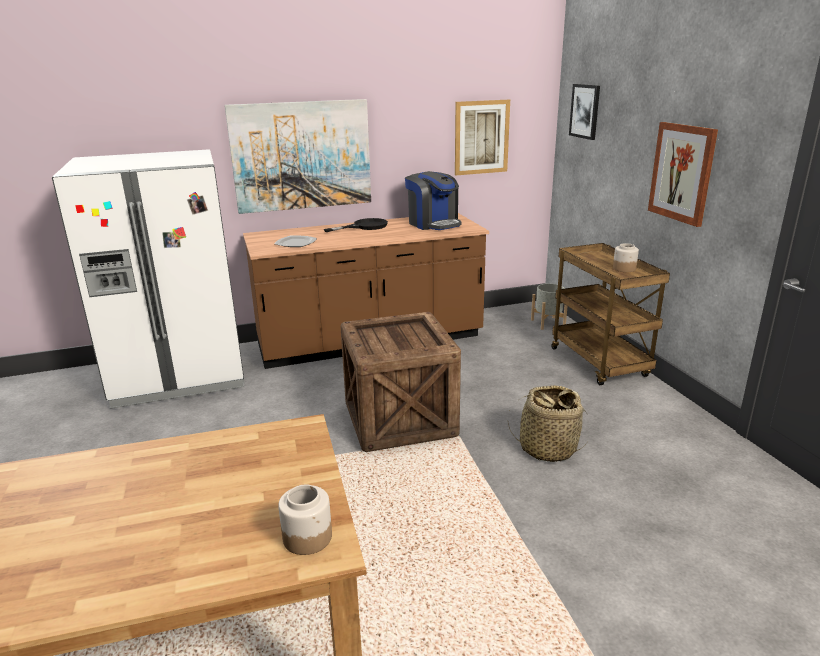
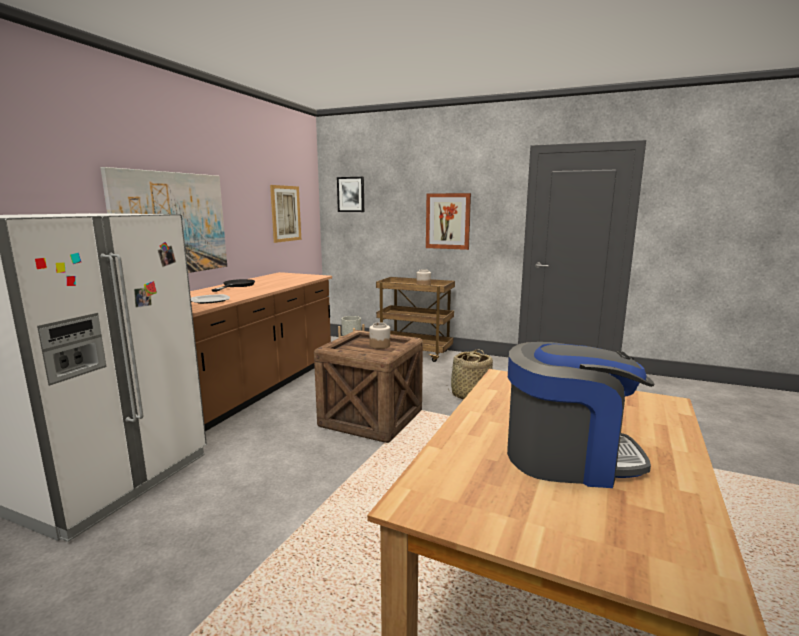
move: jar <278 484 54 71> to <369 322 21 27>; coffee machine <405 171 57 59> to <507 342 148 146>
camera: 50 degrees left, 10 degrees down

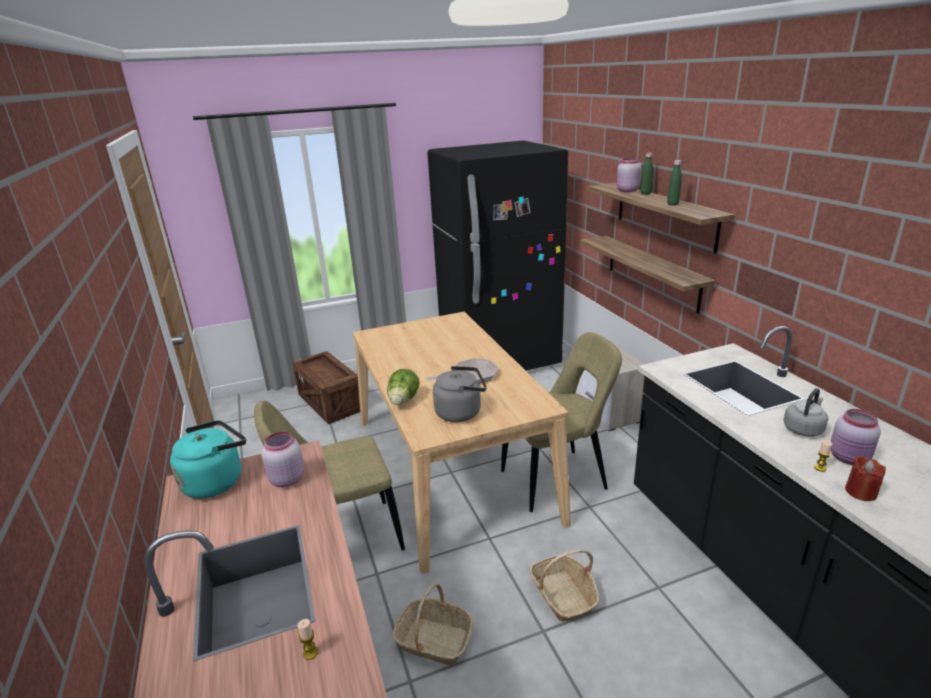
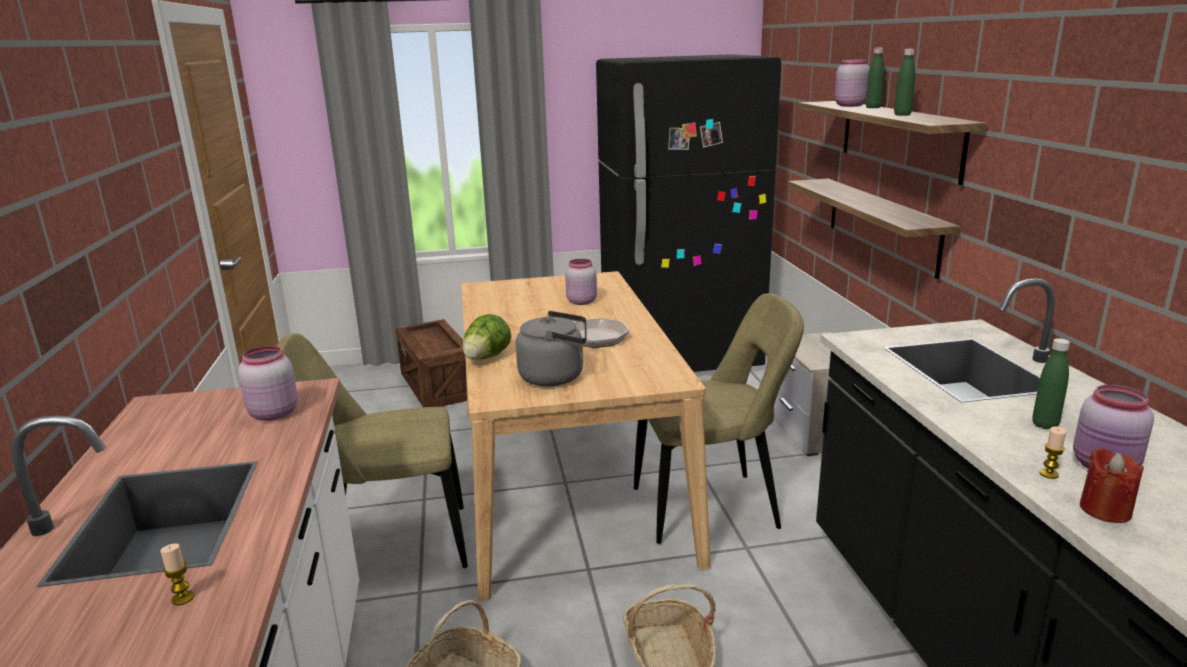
delete: turquoise kettle <170 420 76 79>
insert: pink jar <565 259 32 46>
replace: grey kettle <783 388 45 49> to green bottle <1032 338 38 91>
camera: 10 degrees right, 5 degrees down

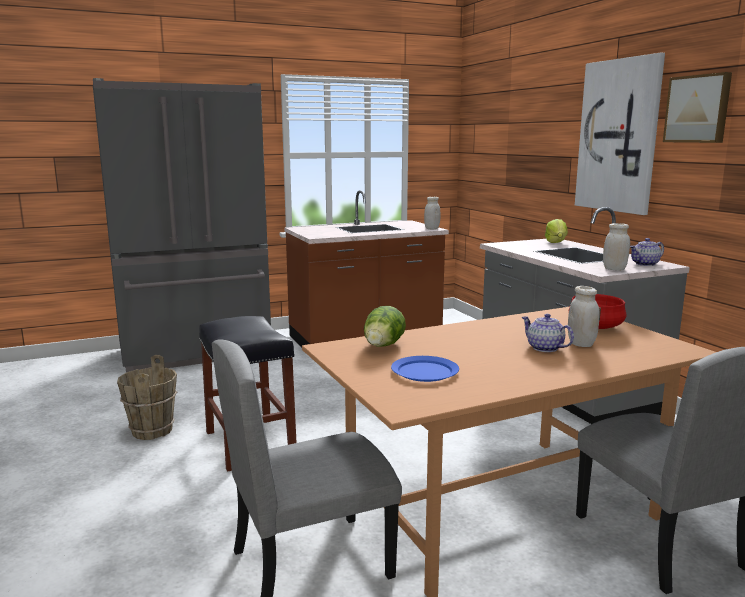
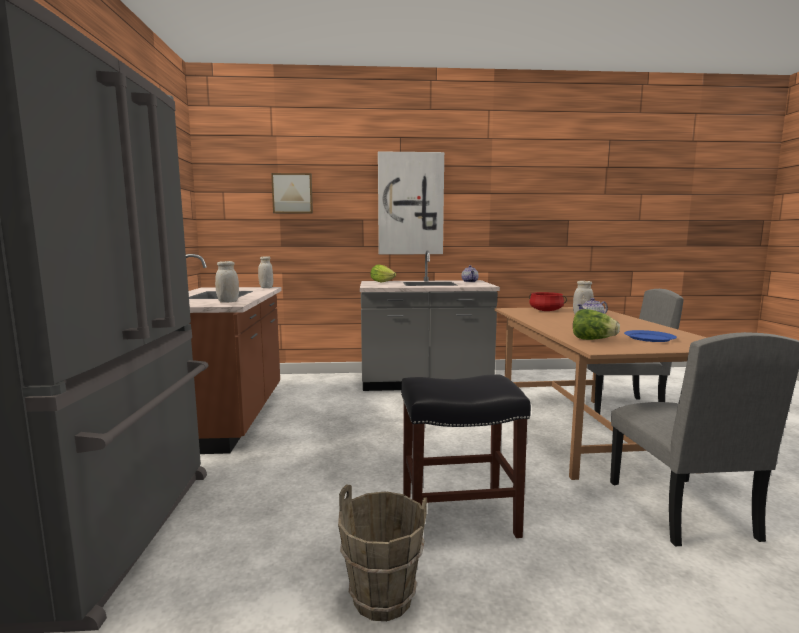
move: white jar <603 223 27 48> to <215 261 24 42>; picture <663 72 69 71> to <271 173 42 40>
camera: 70 degrees left, 5 degrees down

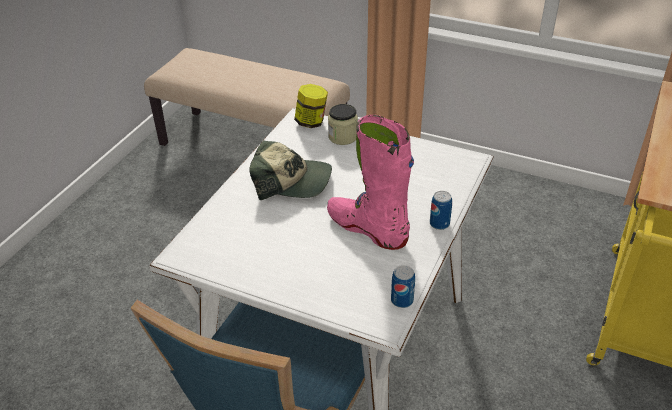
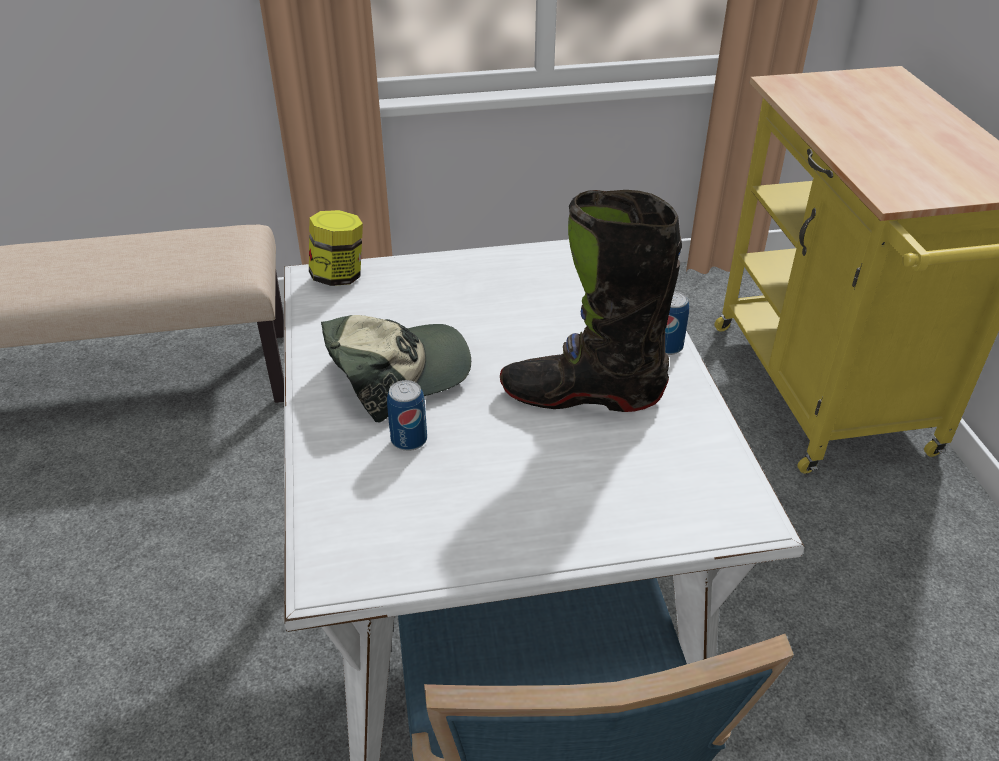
delete: jar <328 104 30 41>
move: can <391 265 24 43> to <387 380 40 71>
recolor: pink boot <327 115 87 135> to black boot <500 190 182 222>
camera: 35 degrees left, 0 degrees up

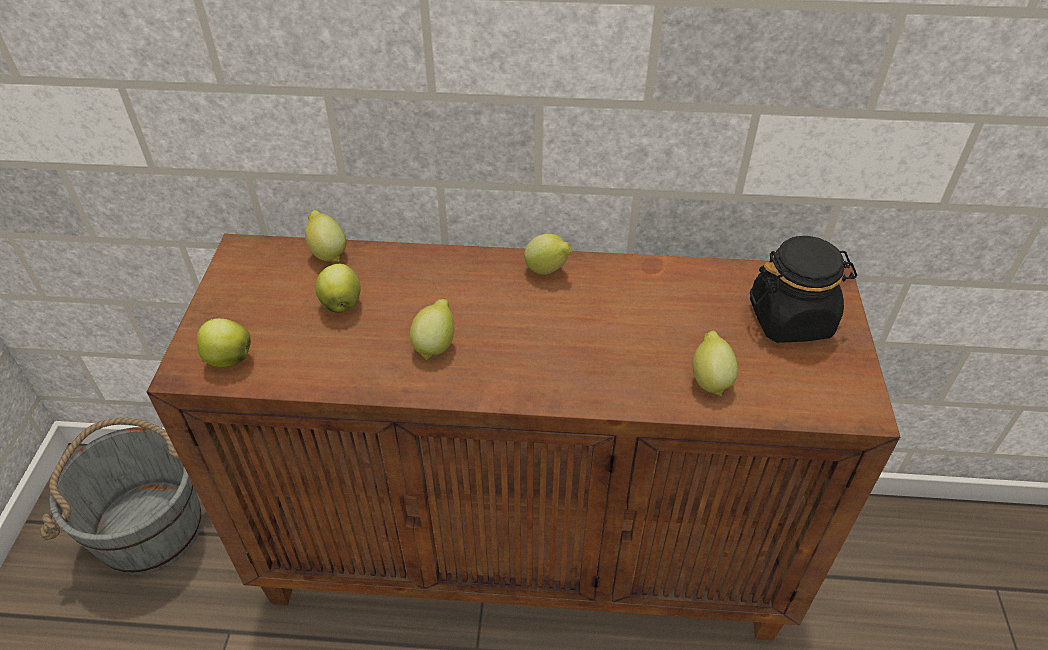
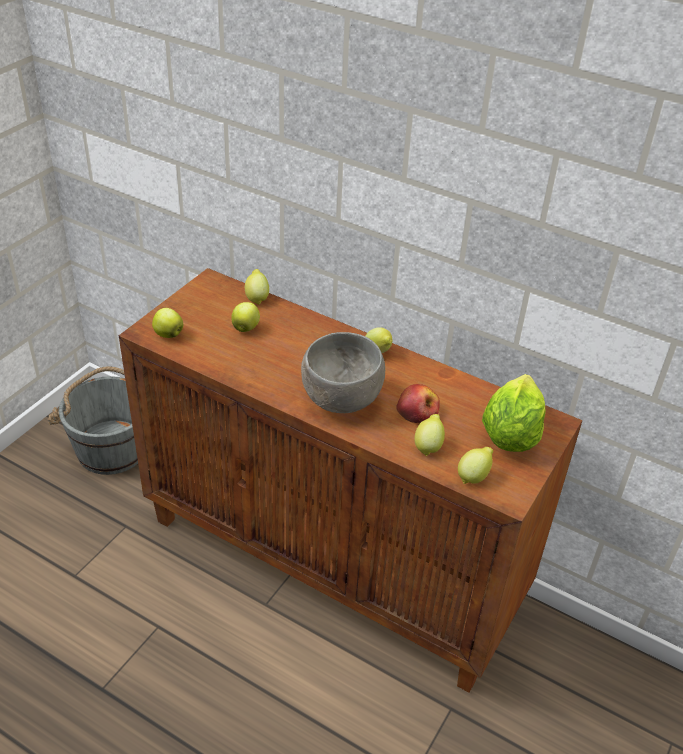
insert: grey bowl <301 332 84 81>; apple <396 384 44 39>
move: lemon <410 299 45 61> to <458 447 35 37>
replace: black jar <750 236 107 107> to lettuce <482 374 64 78>
camera: 25 degrees right, 5 degrees down

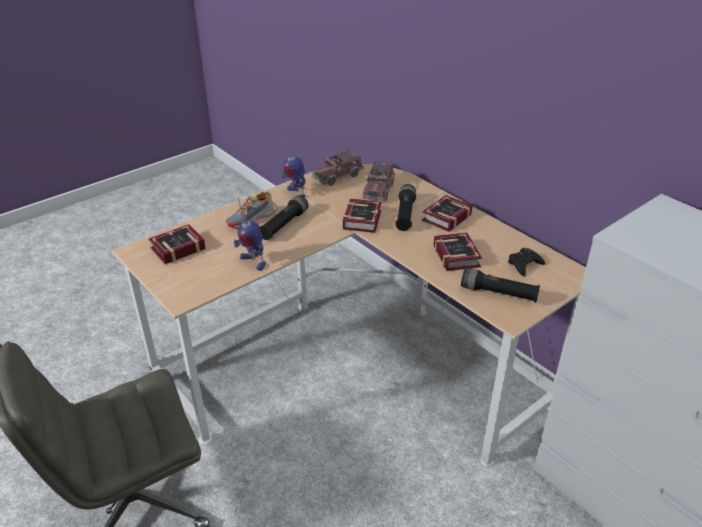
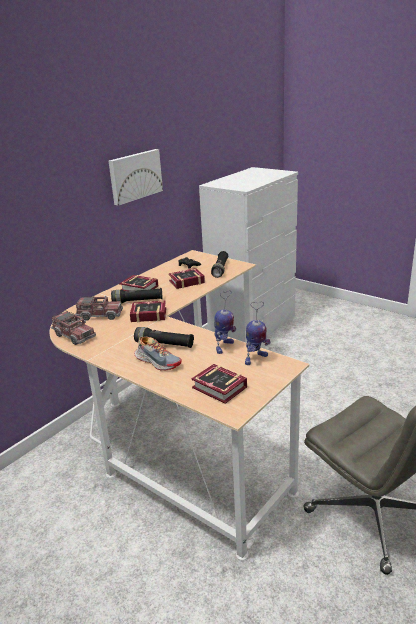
insert: picture <108 149 55 57>
move: toy robot <282 133 24 64> to <245 302 25 63>
camera: 100 degrees left, 10 degrees down

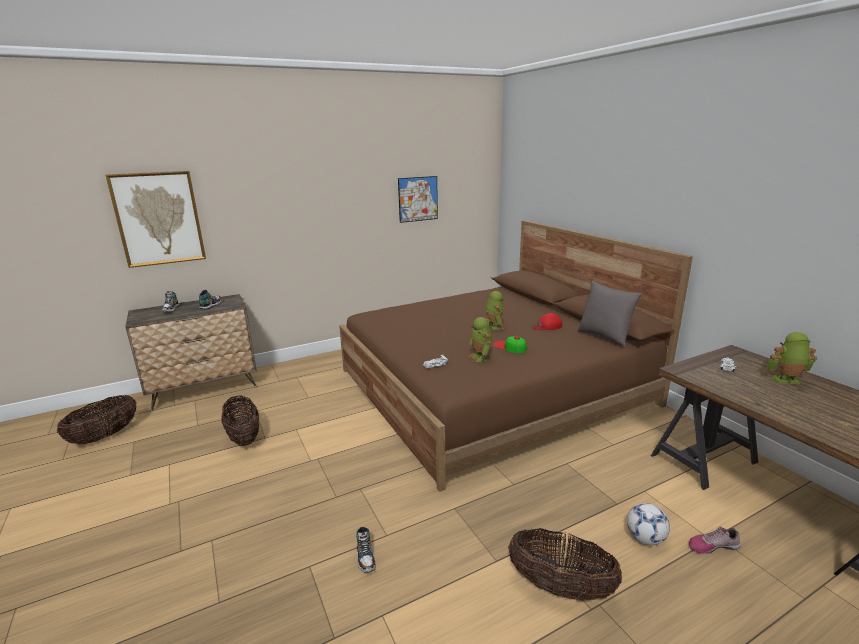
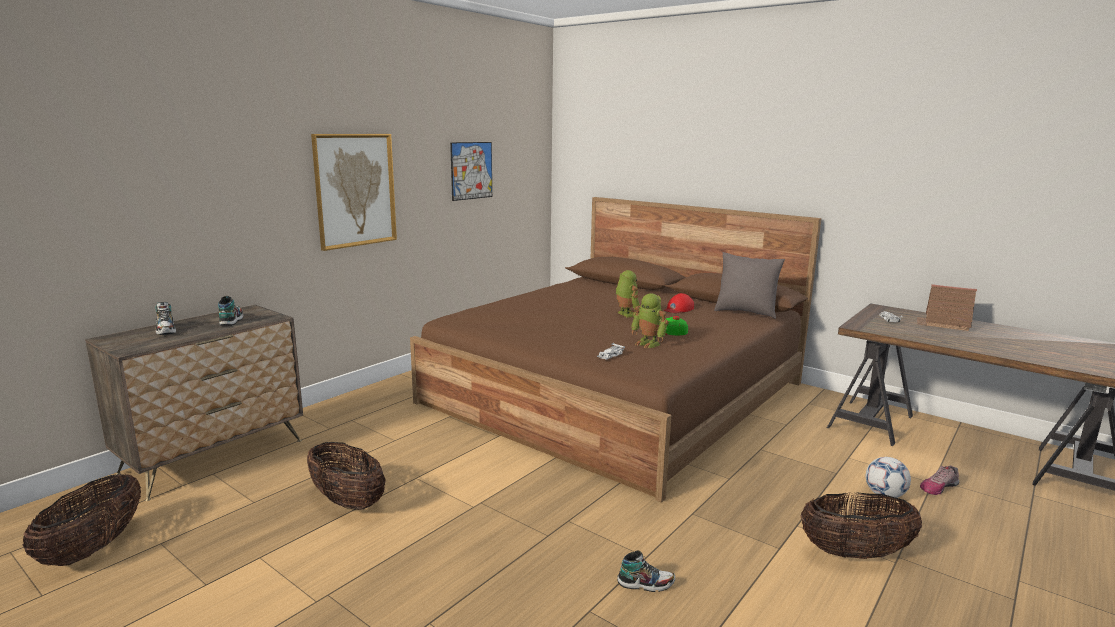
move: picture <105 171 101 97> to <311 134 86 117>
replace: toy robot <766 332 51 52> to toy house <917 284 60 47>
rotate: shoe <356 527 20 46> = <617 550 58 42> 45 degrees counterclockwise
camera: 25 degrees left, 5 degrees down

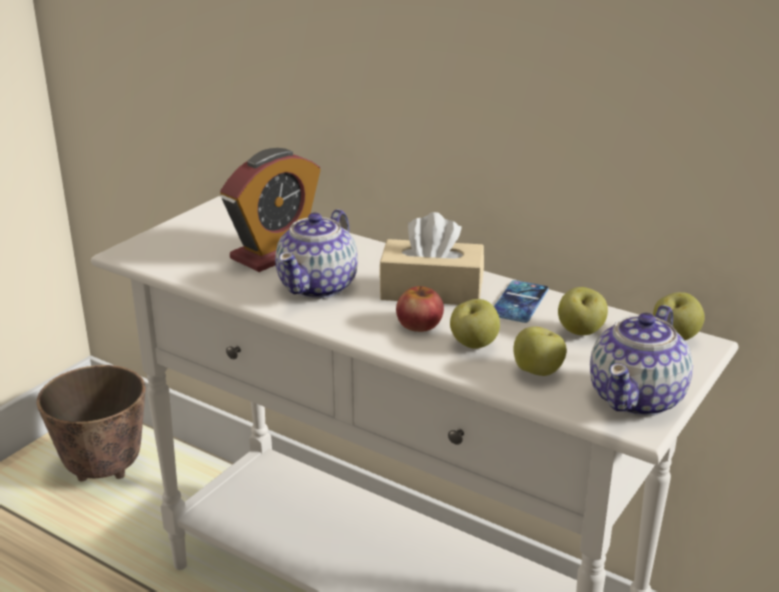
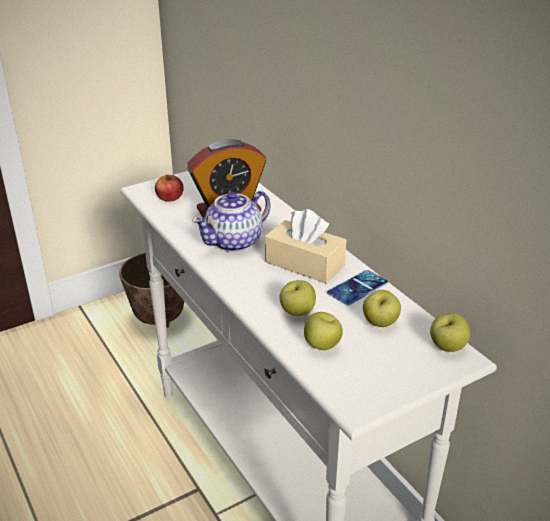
delete: teapot <590 305 103 112>
move: apple <396 286 48 46> to <155 175 29 27>
camera: 25 degrees right, 5 degrees up

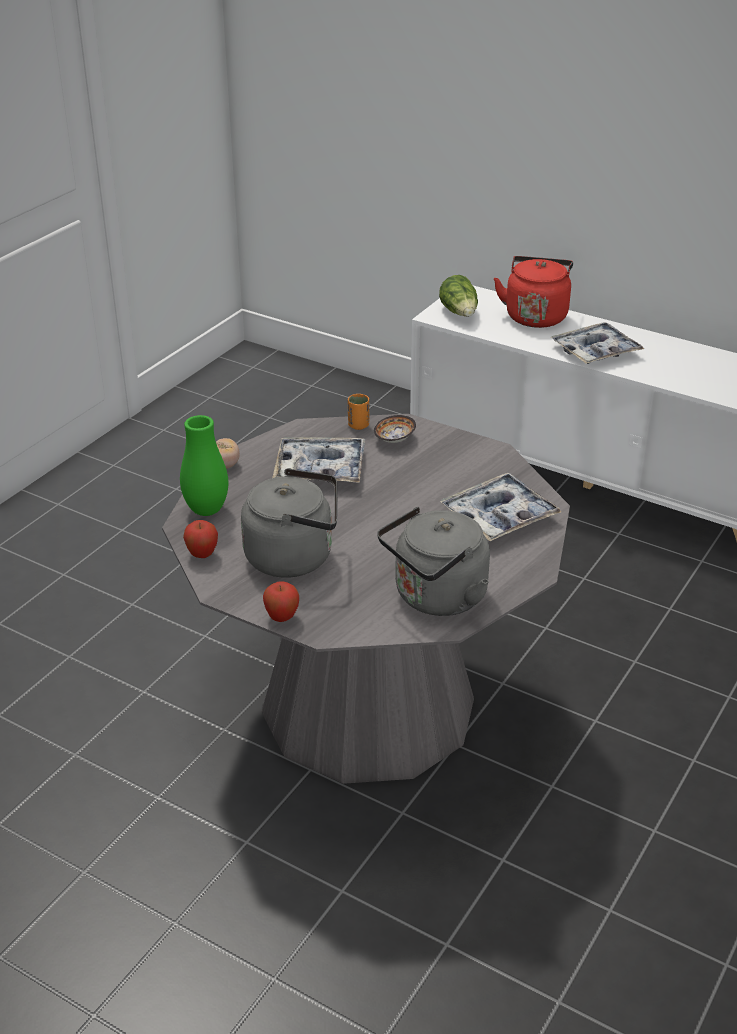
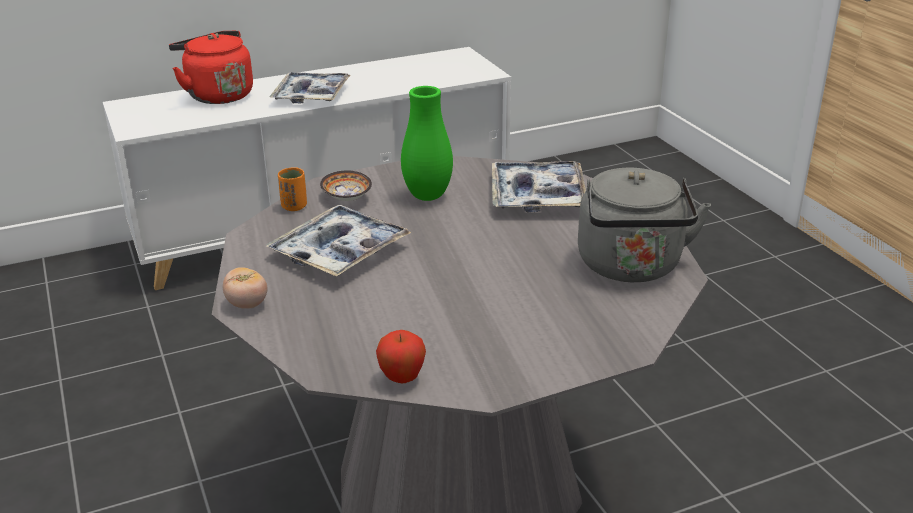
delete: grey kettle <241 468 96 110>; apple <263 581 36 41>; lettuce <439 275 39 42>
move: green vase <180 415 48 101> to <401 86 52 115>
camera: 55 degrees left, 5 degrees down

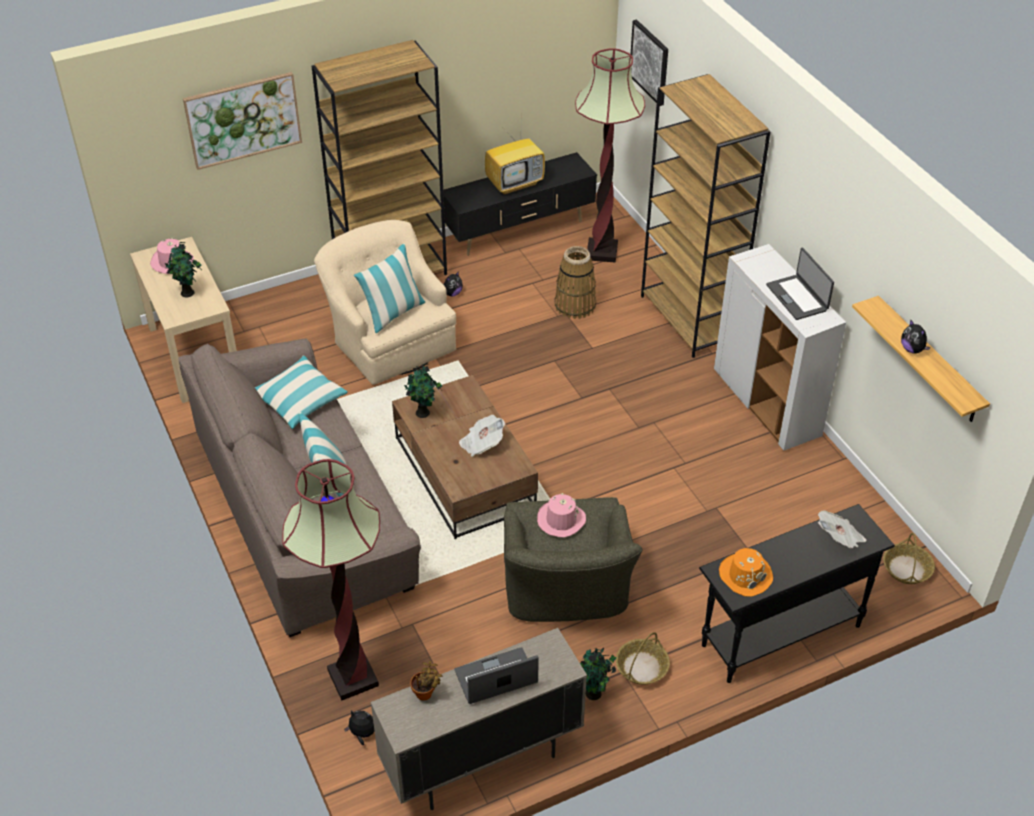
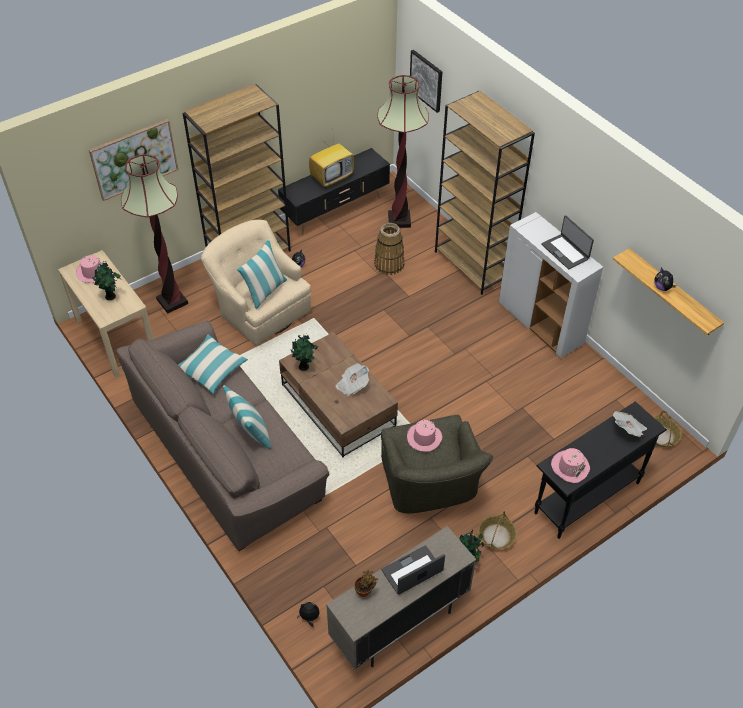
move: floor lamp <282 459 98 242> to <121 154 67 159>
recolor: orange hat <719 548 54 49> to pink hat <551 448 39 35>
camera: 10 degrees left, 5 degrees up

